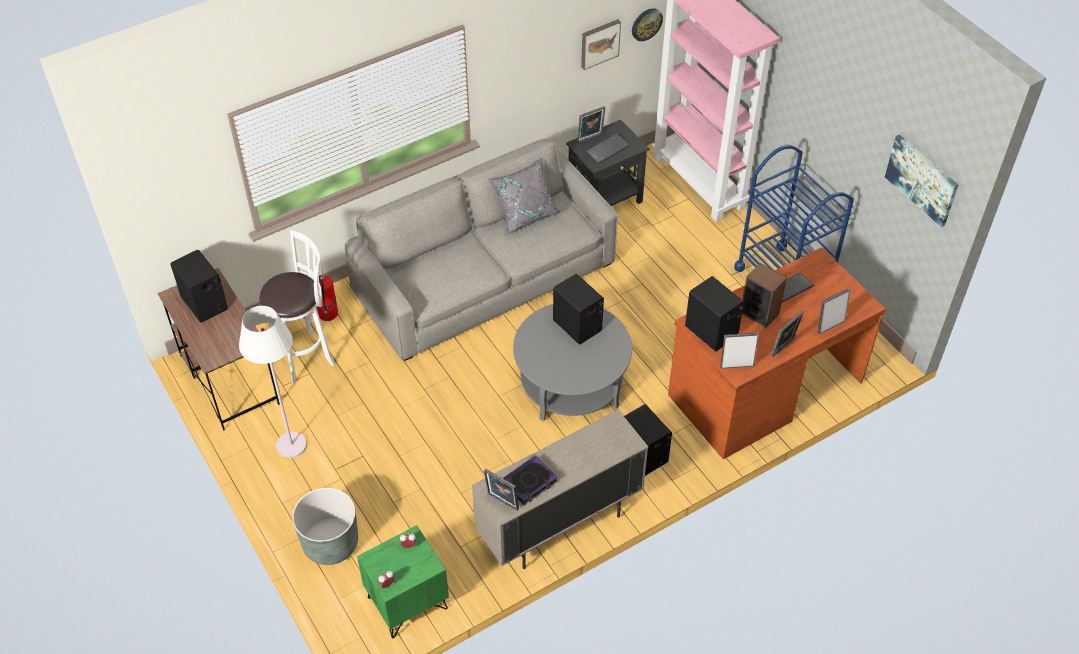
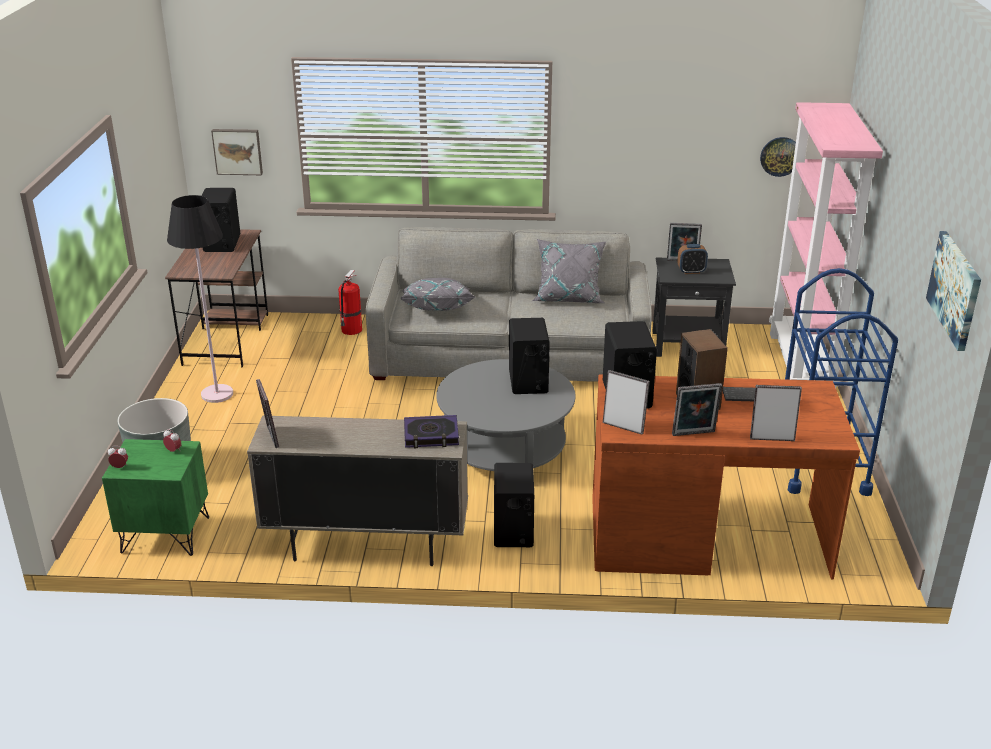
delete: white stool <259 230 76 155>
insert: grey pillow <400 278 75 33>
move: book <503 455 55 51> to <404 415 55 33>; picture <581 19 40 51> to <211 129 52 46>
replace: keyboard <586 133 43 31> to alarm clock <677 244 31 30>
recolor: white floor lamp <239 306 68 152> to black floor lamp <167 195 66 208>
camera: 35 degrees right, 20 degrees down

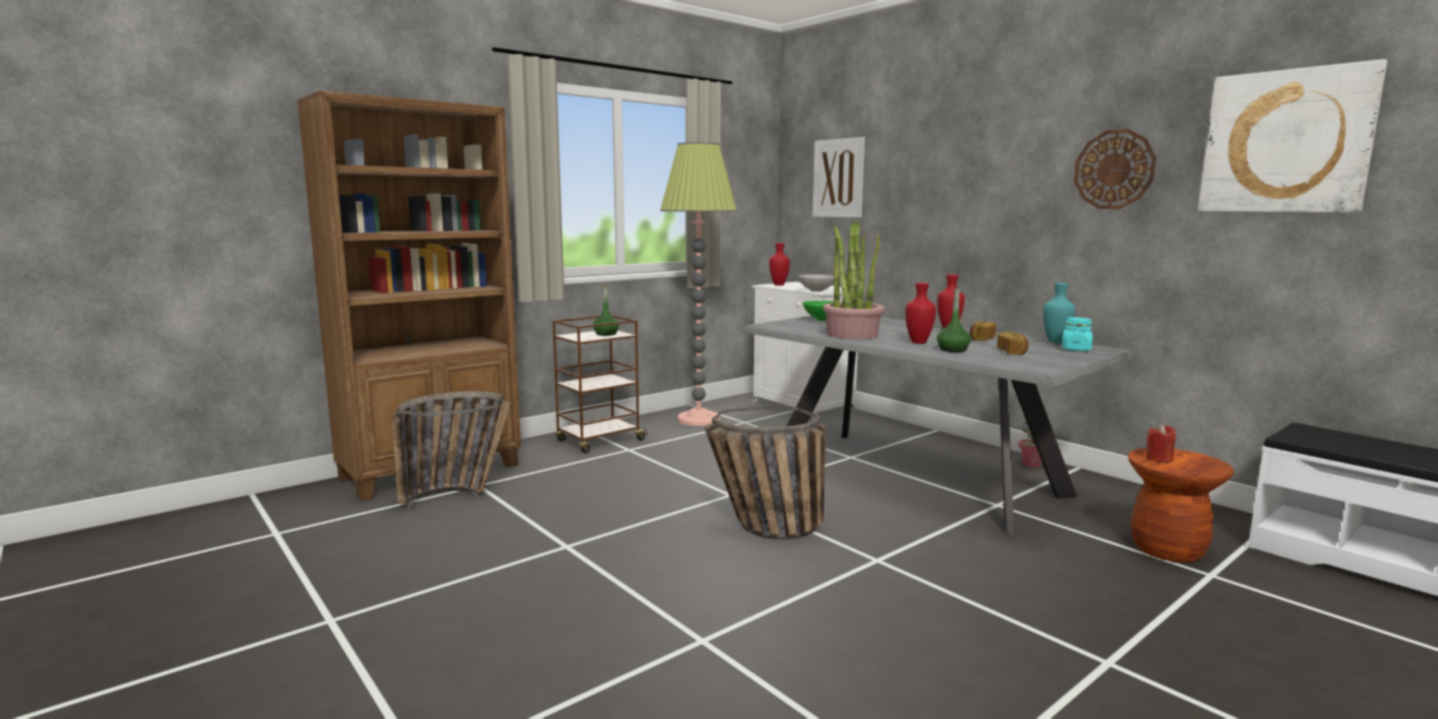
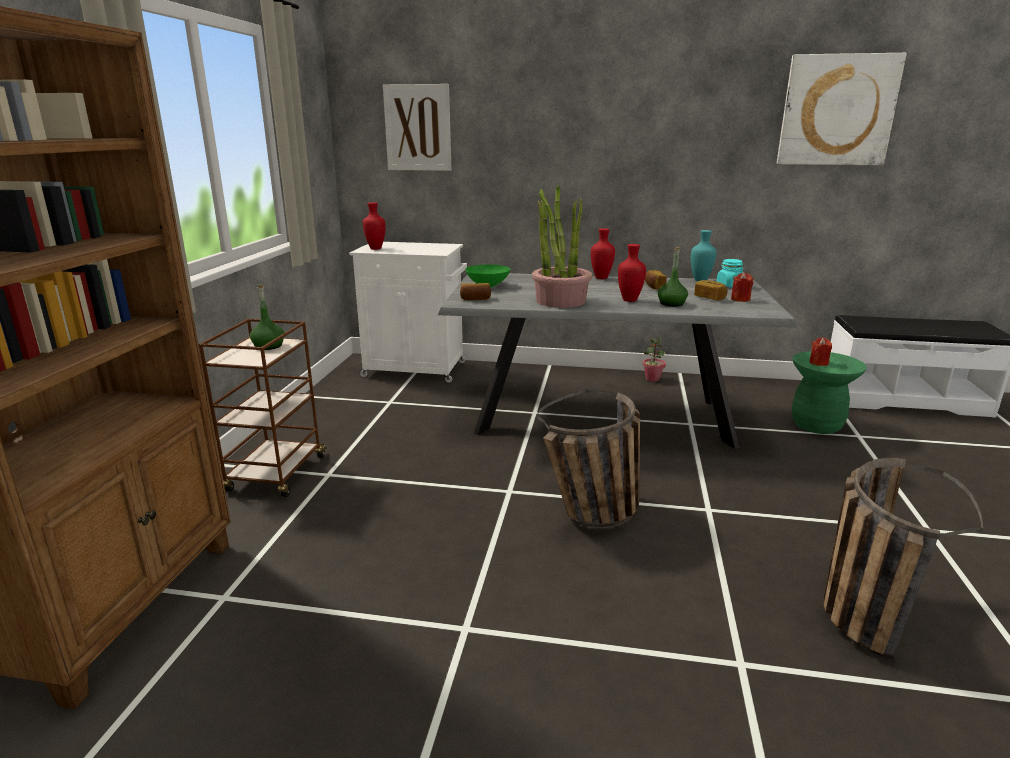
delete: floor lamp <660 142 77 284>; grey bowl <798 274 36 18>; wall clock <1074 129 82 80>
insert: bread <460 283 31 17>; red candle <731 272 22 30>
move: basket <392 391 119 119> to <823 458 160 201>
recolor: brown stool <1128 448 106 115> to green stool <792 351 75 83>
camera: 40 degrees left, 10 degrees up

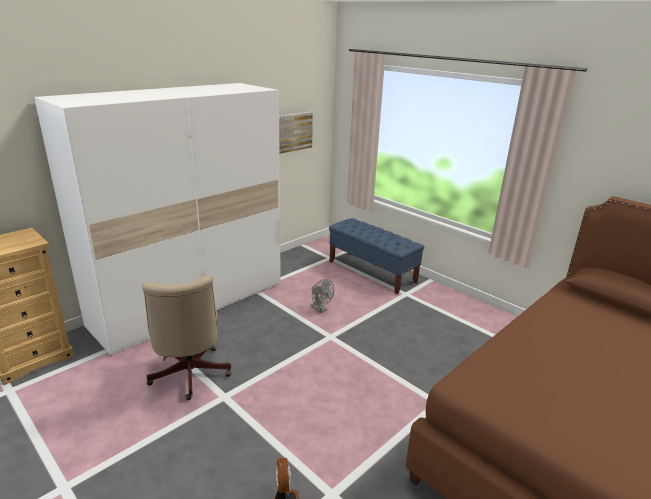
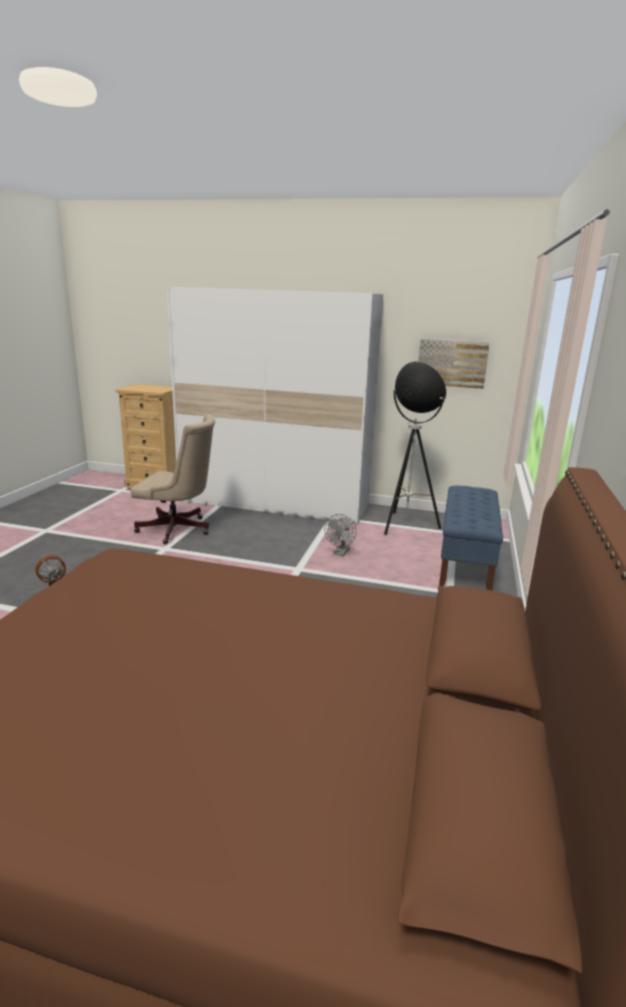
insert: floor lamp <384 362 62 173>
rotate: beige office chair <142 275 89 125> = <130 415 85 129> 120 degrees counterclockwise
camera: 60 degrees right, 5 degrees down

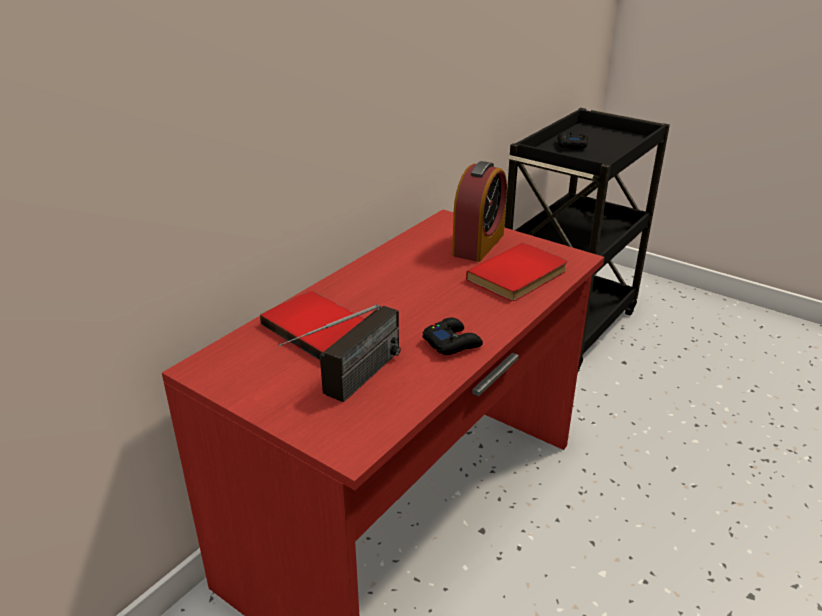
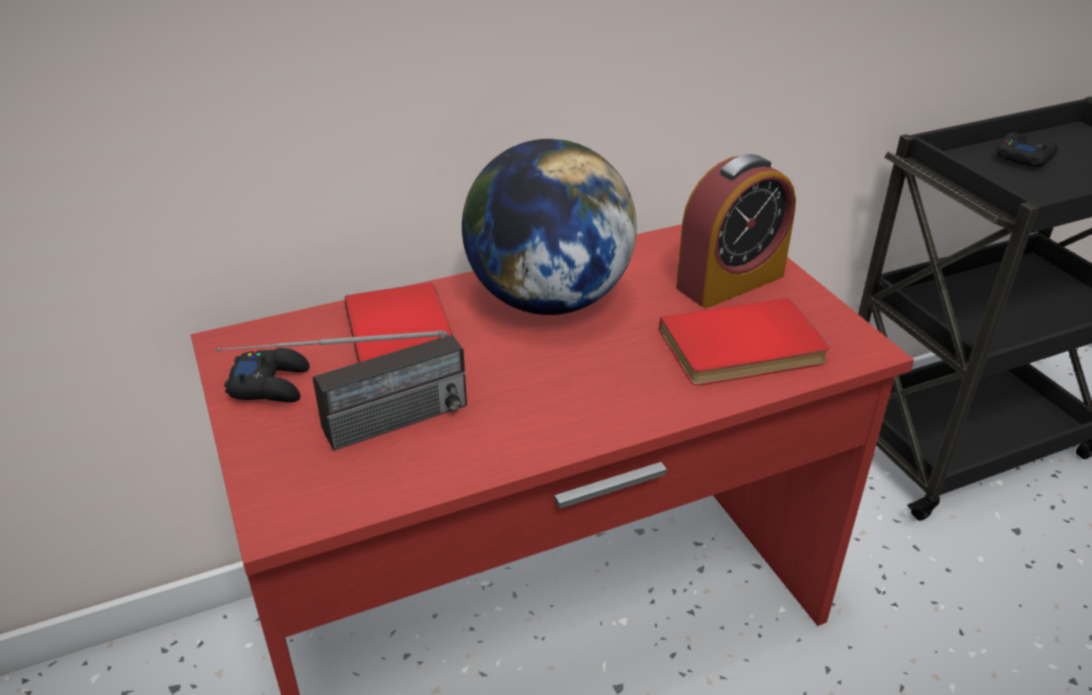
insert: globe <462 139 175 176>
move: black game controller <422 317 61 38> to <224 348 86 54>
camera: 30 degrees right, 5 degrees up

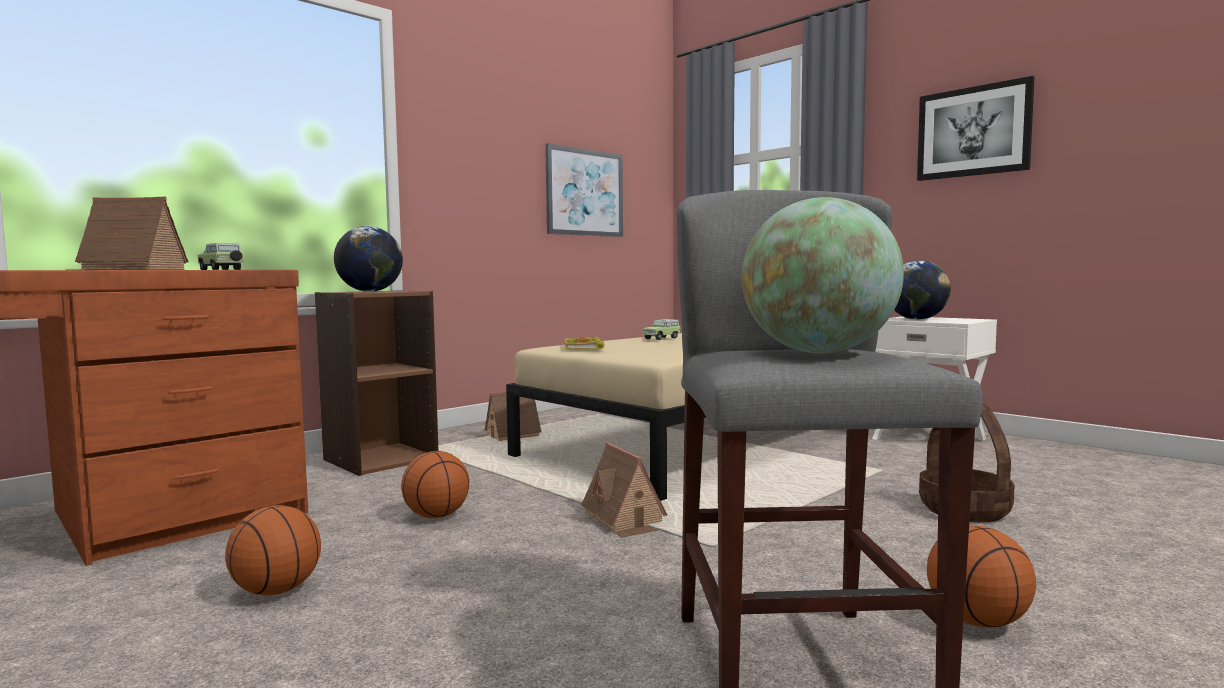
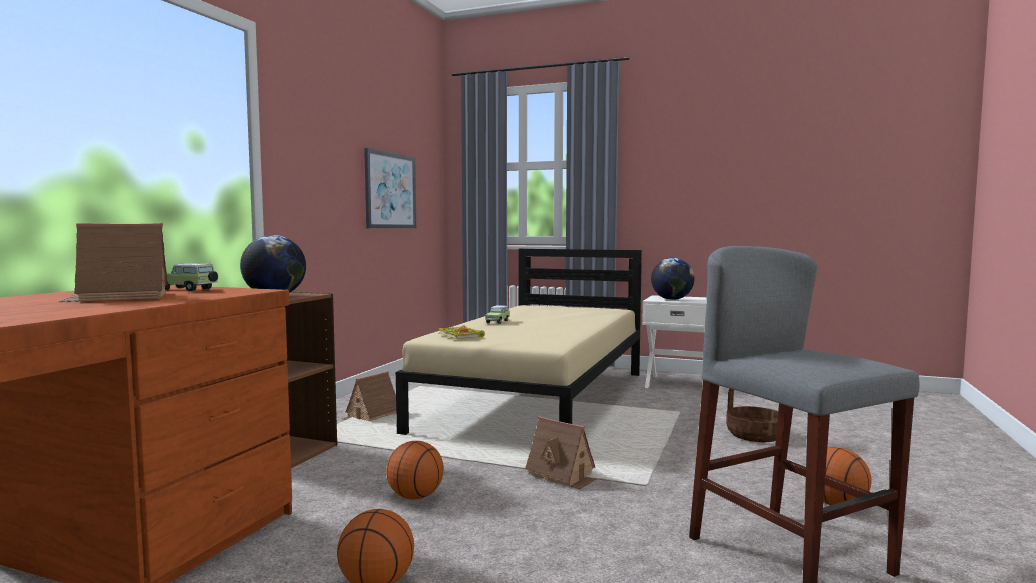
delete: globe <742 197 162 156>; picture <917 76 118 105>
camera: 25 degrees left, 0 degrees up

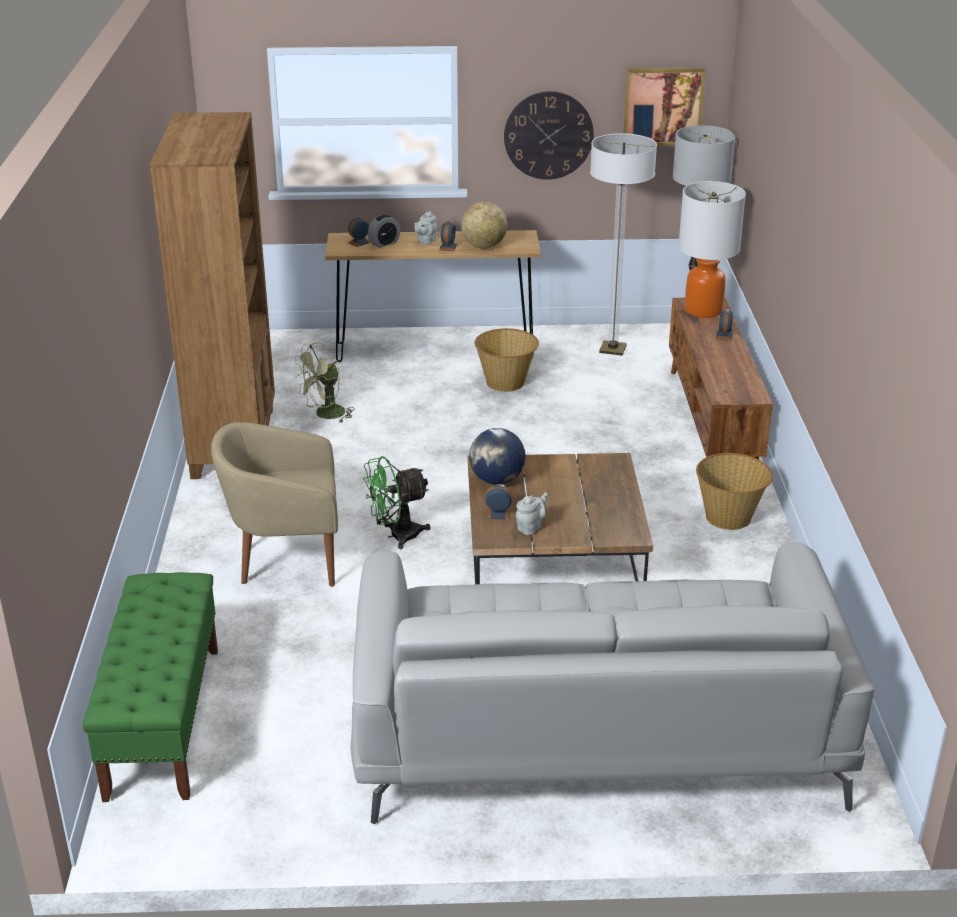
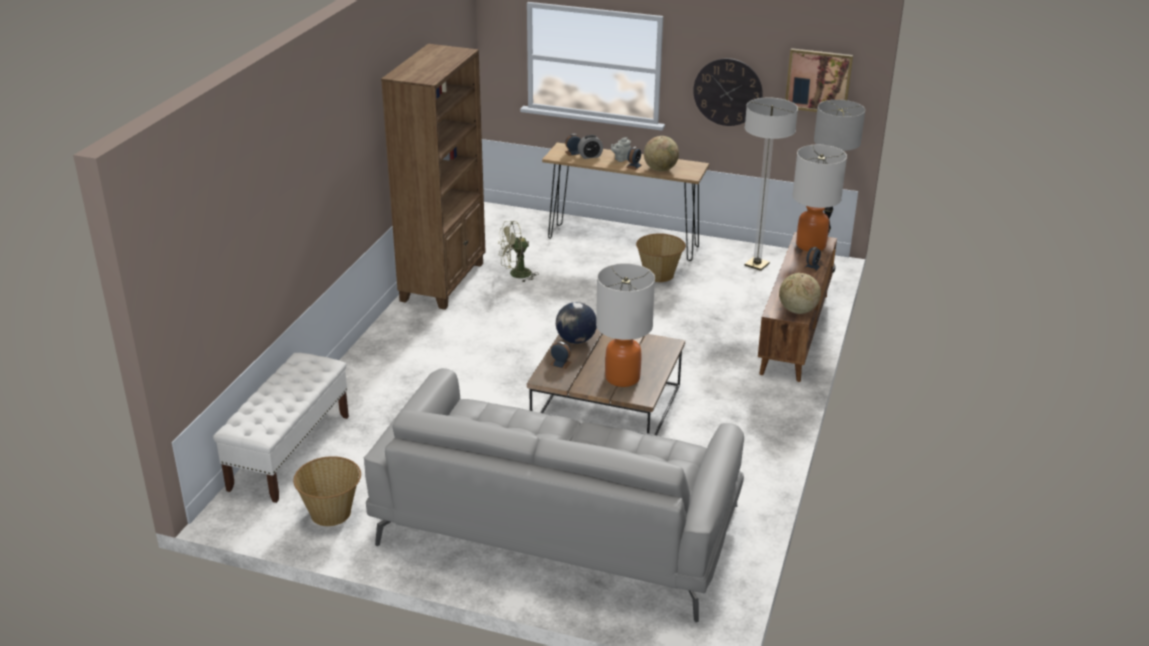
delete: beige armchair <211 422 127 165>; green fan <363 456 68 93>; grey teapot <516 493 32 42>
insert: table lamp <596 263 59 124>; globe <779 273 42 41>
move: basket <696 453 77 77> to <293 456 68 70>
recolor: green bench <83 572 135 230> to white bench <213 353 136 150>
camera: 20 degrees right, 0 degrees up

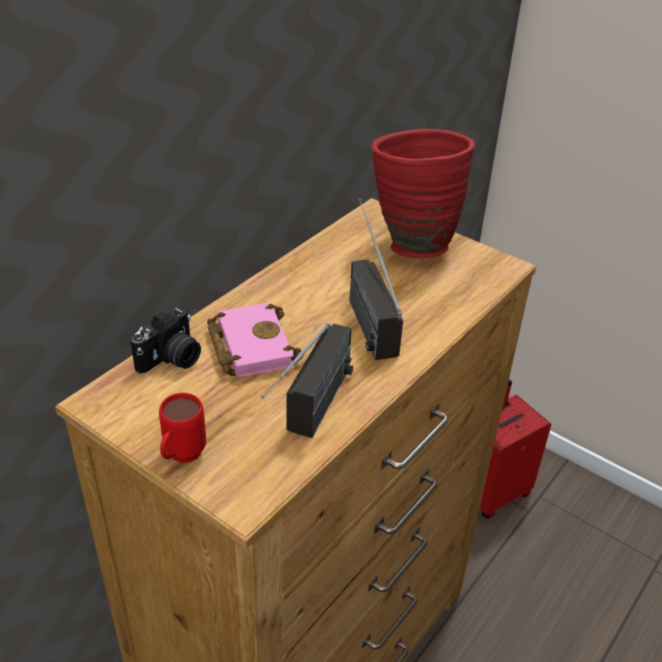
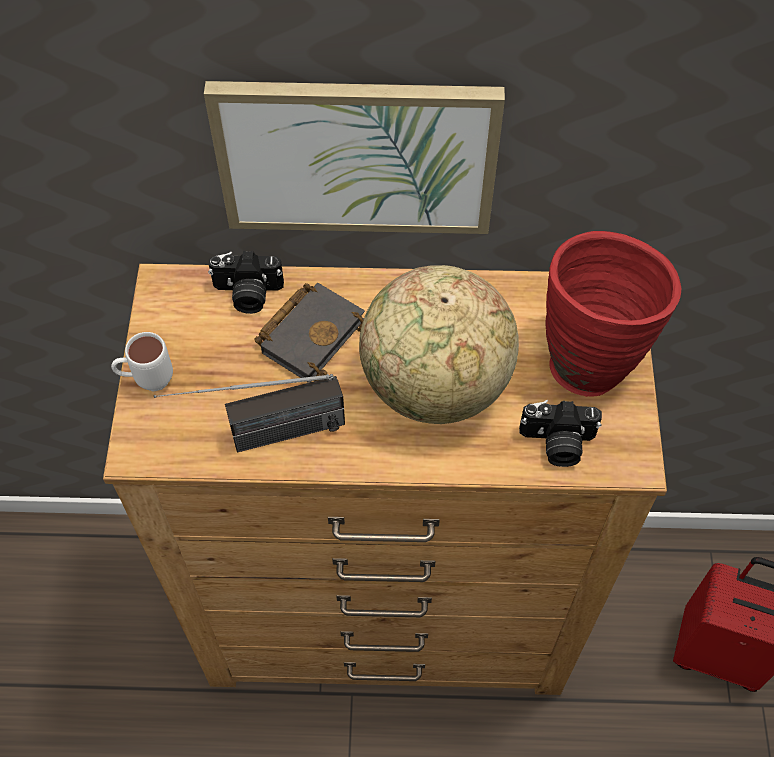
insert: picture <204 81 301 153>; photo camera <519 400 83 67>
replace: radio <349 199 54 161> to globe <359 265 160 159>
recolor: red mug <159 393 47 70> to white mug <111 332 62 59>; pink book <207 302 96 76> to black book <254 283 111 100>
camera: 55 degrees right, 20 degrees up

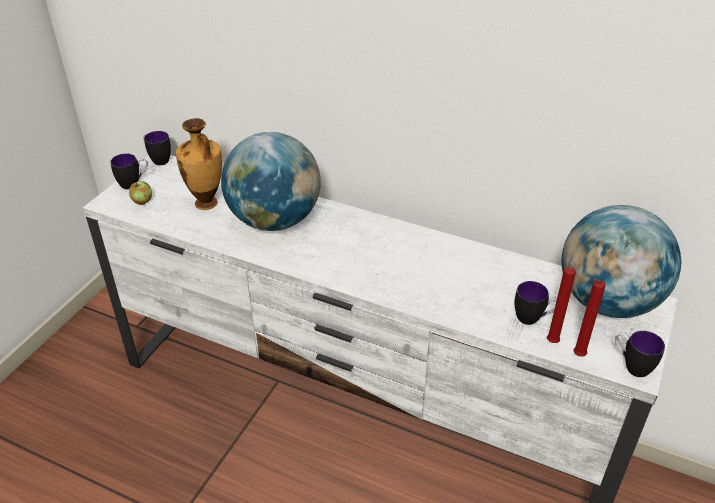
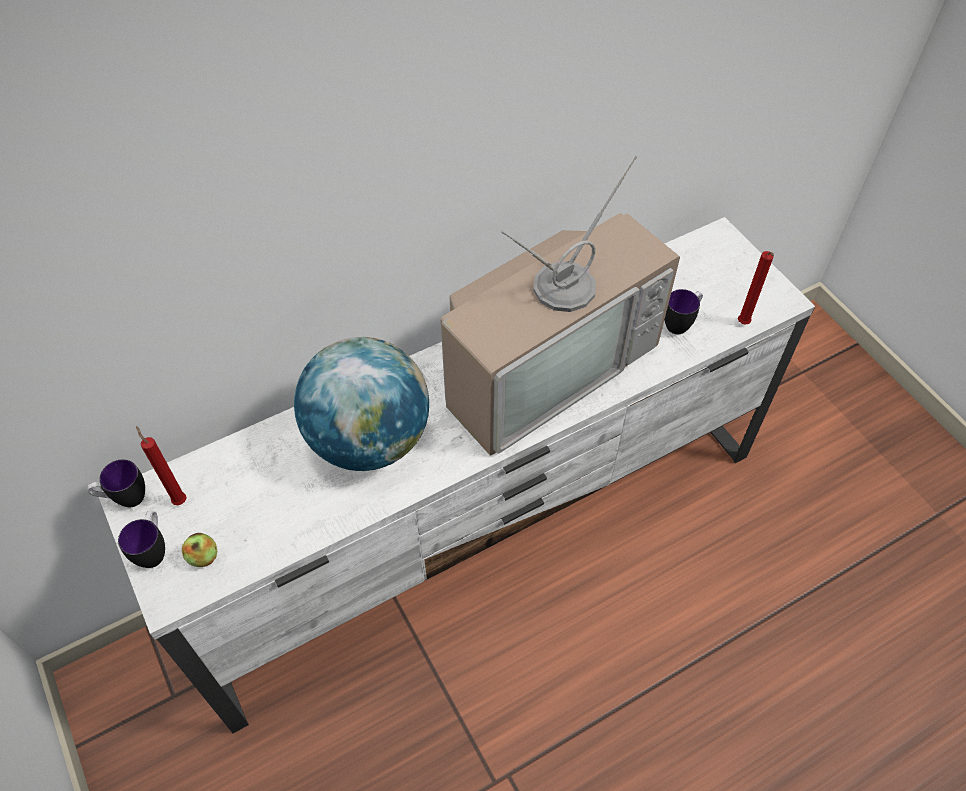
delete: vase <176 118 46 92>; globe <561 205 121 113>; mug <615 331 50 46>
insert: television <441 156 239 300>
move: red candle <547 254 29 89> to <136 426 50 79>
camera: 55 degrees left, 15 degrees up

